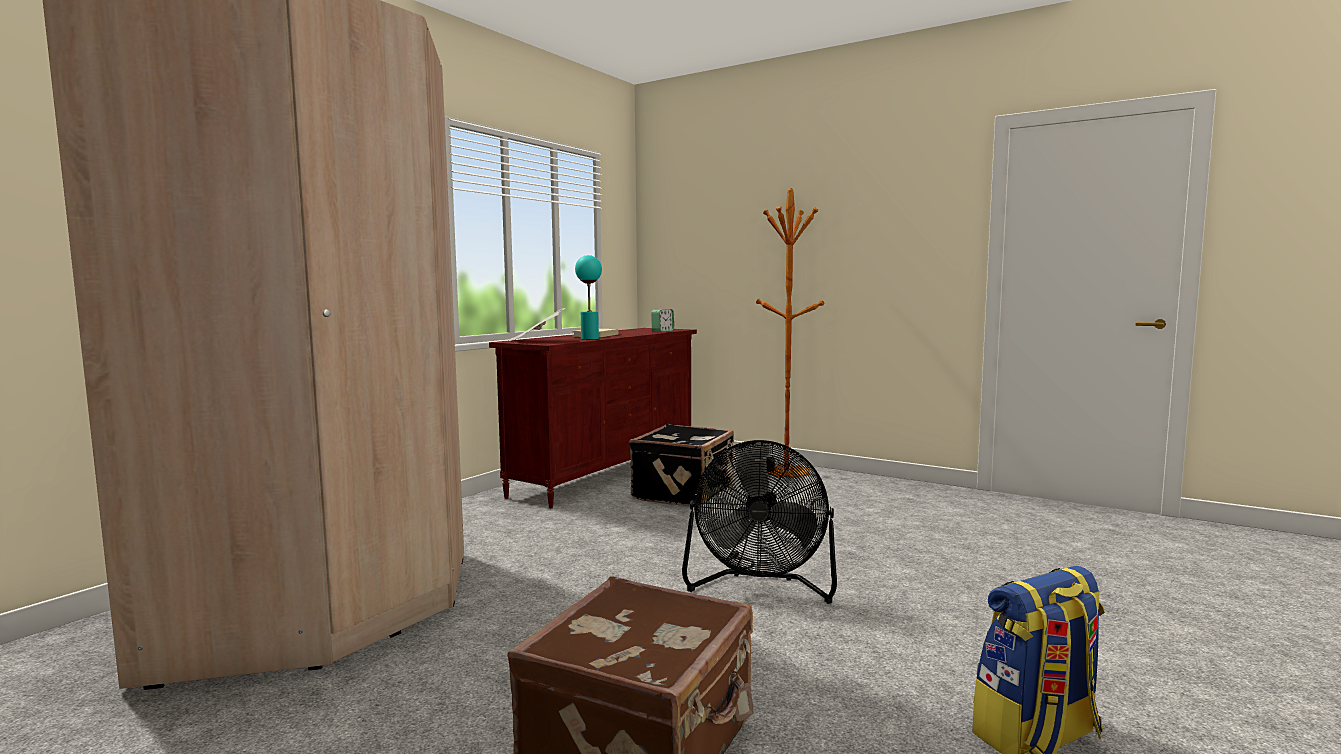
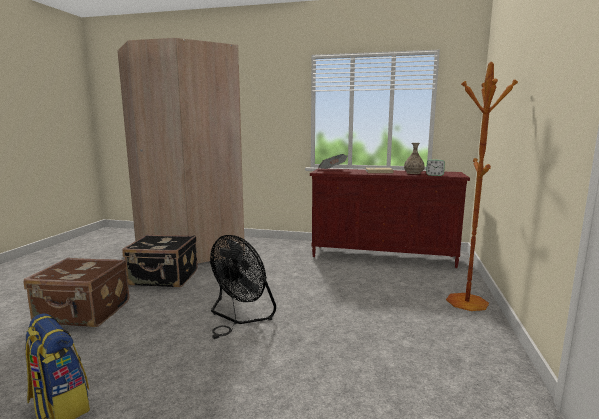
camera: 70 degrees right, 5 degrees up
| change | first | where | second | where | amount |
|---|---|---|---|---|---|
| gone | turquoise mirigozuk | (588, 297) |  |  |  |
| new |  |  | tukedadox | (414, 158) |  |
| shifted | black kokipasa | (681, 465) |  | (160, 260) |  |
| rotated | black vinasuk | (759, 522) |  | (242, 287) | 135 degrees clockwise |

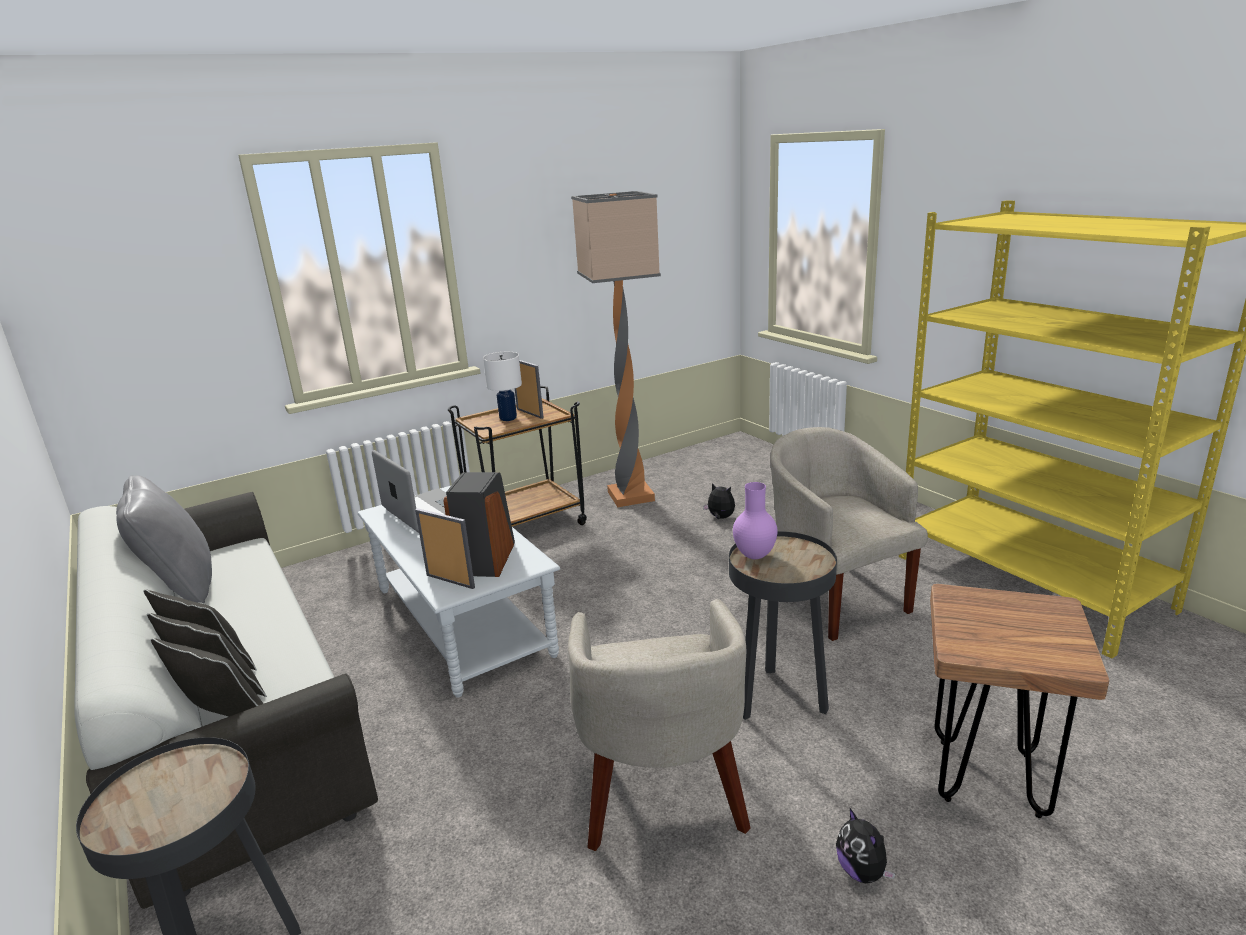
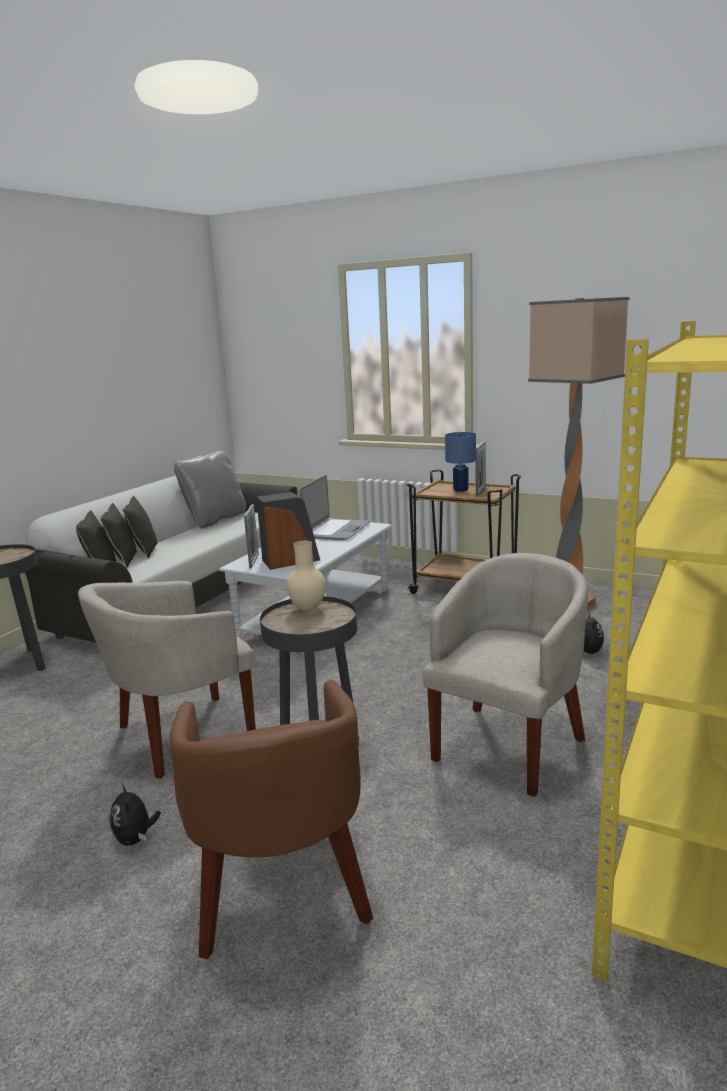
camera: 60 degrees right, 5 degrees down
| change | first | where | second | where | amount |
|---|---|---|---|---|---|
| swapped | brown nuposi | (1020, 701) | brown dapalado | (271, 819) |  |
| repainted | white mirigozuk | (502, 386) | blue mirigozuk | (460, 462) |  |
| repainted | purple tukedadox | (755, 520) | beige tukedadox | (306, 576) |  |
| rotated | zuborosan | (865, 845) |  | (135, 815) | 60 degrees counterclockwise |

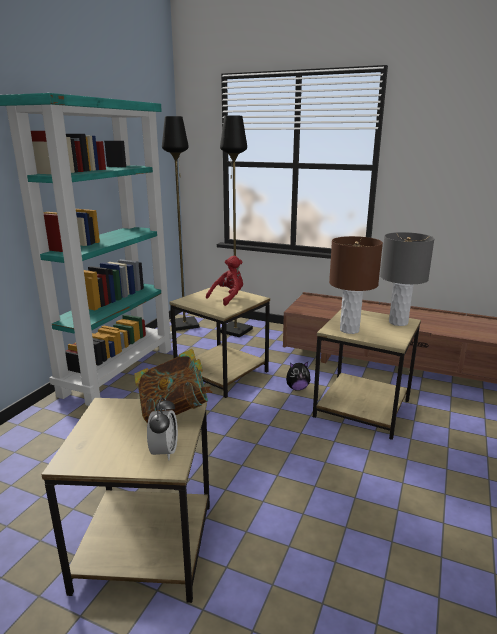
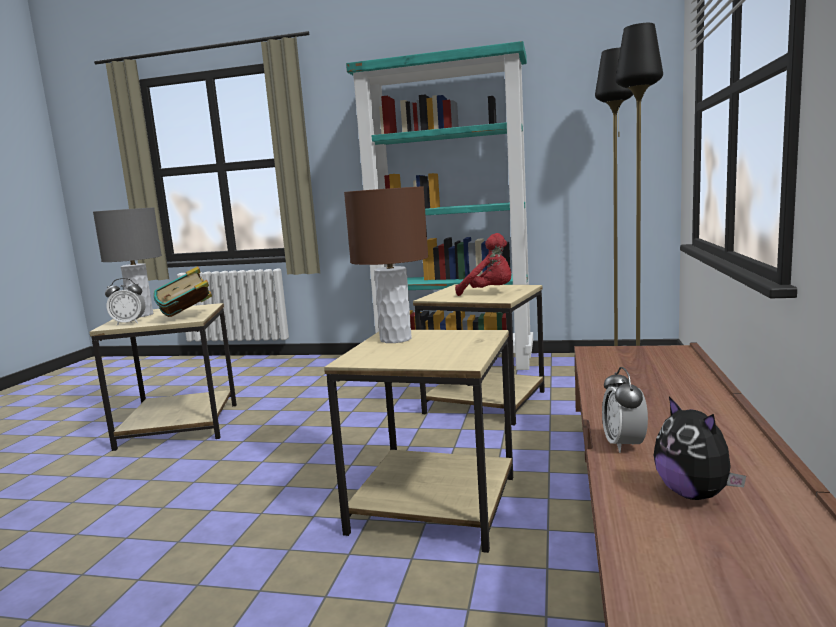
camera: 80 degrees right, 10 degrees down
| change | first | where | second | where | amount |
|---|---|---|---|---|---|
| new |  |  | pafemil | (625, 410) |  |
| shifted | zuborosan | (298, 376) |  | (700, 448) |  |
| shifted | grey mirigozuk | (407, 279) |  | (127, 262) |  |

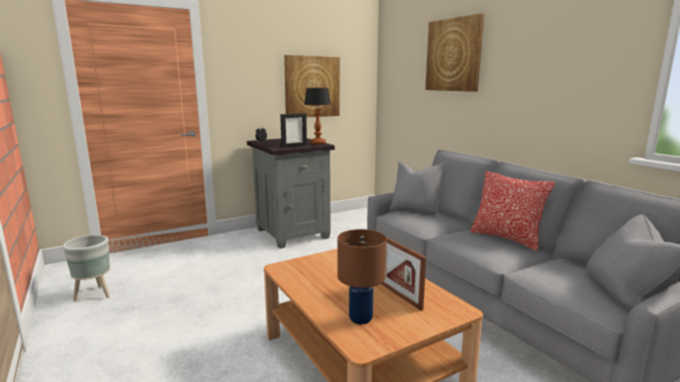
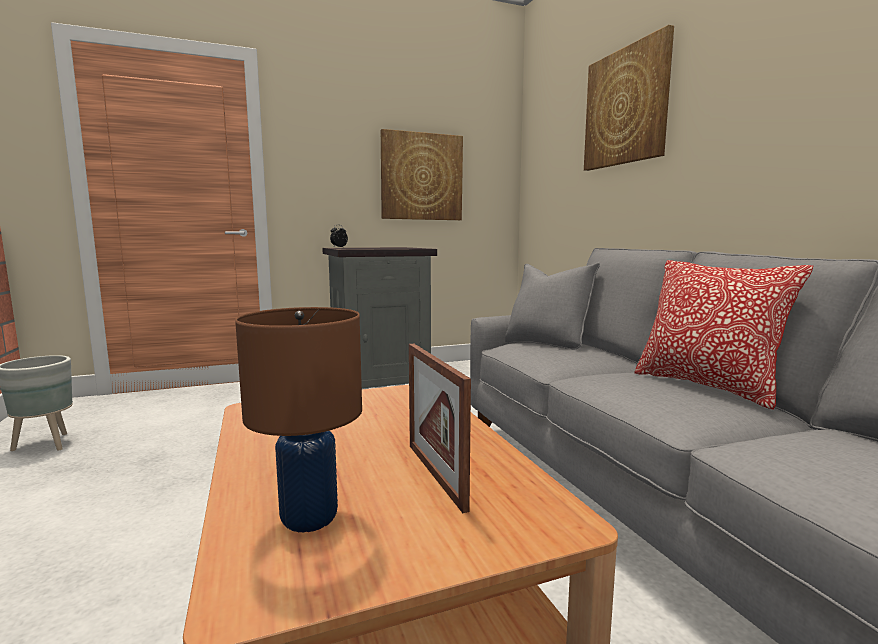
camera: 10 degrees right, 5 degrees down
| change | first | where | second | where | amount |
|---|---|---|---|---|---|
| gone | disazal | (293, 130) |  |  |  |
| gone | mirigozuk | (317, 116) |  |  |  |

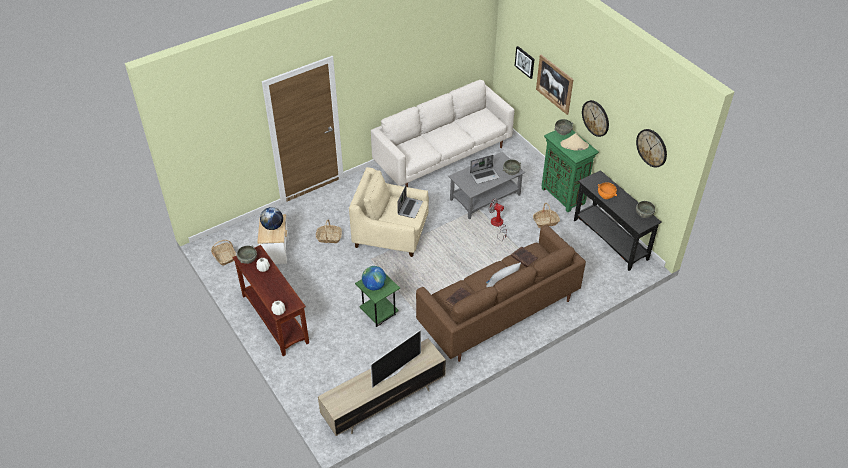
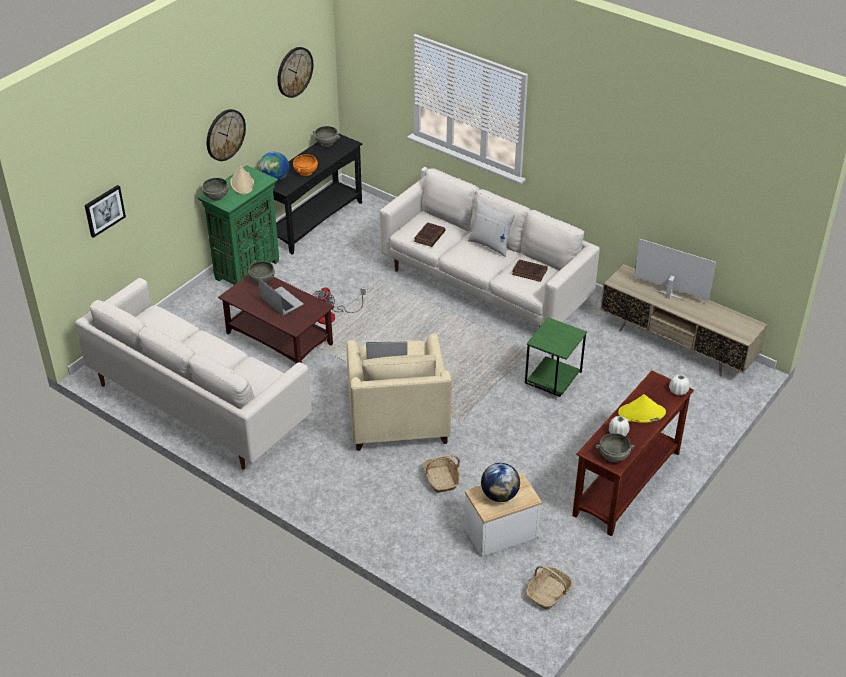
camera: 110 degrees left, 5 degrees down
| change | first | where | second | where | amount |
|---|---|---|---|---|---|
| gone | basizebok | (546, 215) |  |  |  |
| gone | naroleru | (555, 85) |  |  |  |
| new |  |  | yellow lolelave | (642, 408) |  |
| shifted | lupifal | (374, 278) |  | (274, 167) |  |
| repainted | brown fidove | (501, 293) | white fidove | (490, 248) |  |
| repainted | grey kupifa | (486, 186) | brown kupifa | (276, 319) |  |

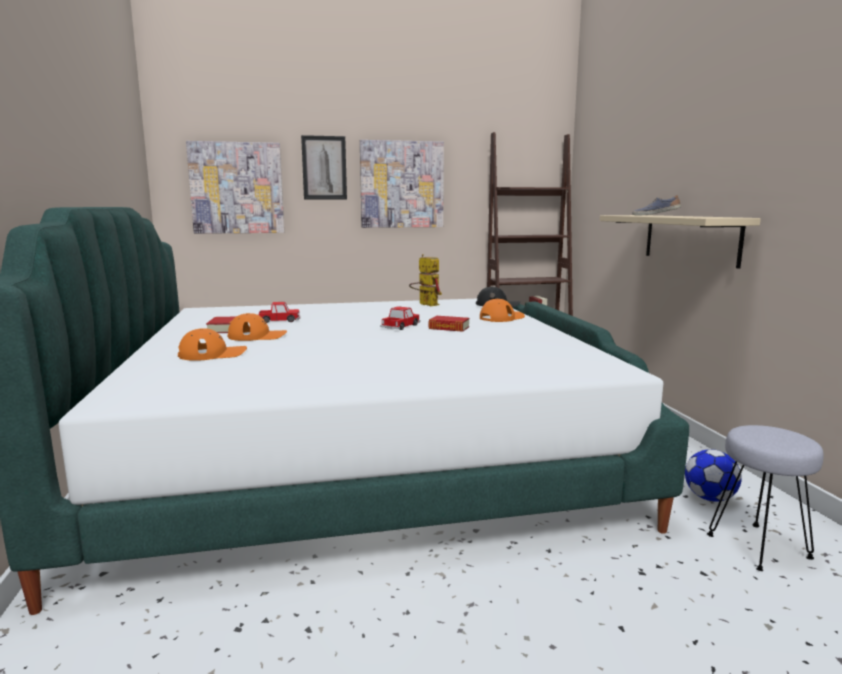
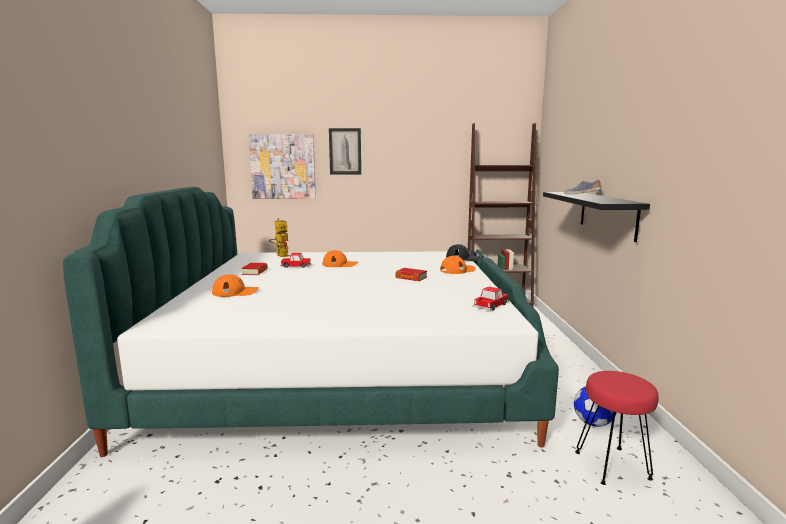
camera: 10 degrees right, 0 degrees up
| change | first | where | second | where | amount |
|---|---|---|---|---|---|
| gone | naroleru | (402, 184) |  |  |  |
| shifted | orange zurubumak | (257, 327) |  | (340, 258) |  |
| shifted | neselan | (400, 318) |  | (491, 299) |  |
| shifted | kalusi | (425, 280) |  | (279, 237) |  |
| repainted | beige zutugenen | (680, 242) | black zutugenen | (596, 217) |  |
| repainted | grey nuposi | (765, 498) | red nuposi | (617, 428) |  |

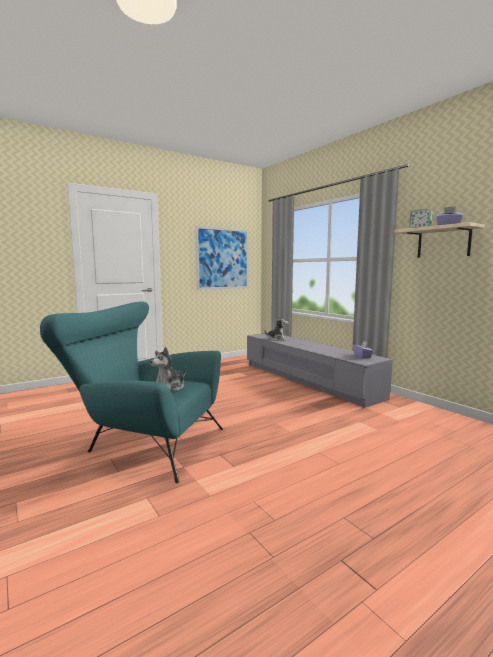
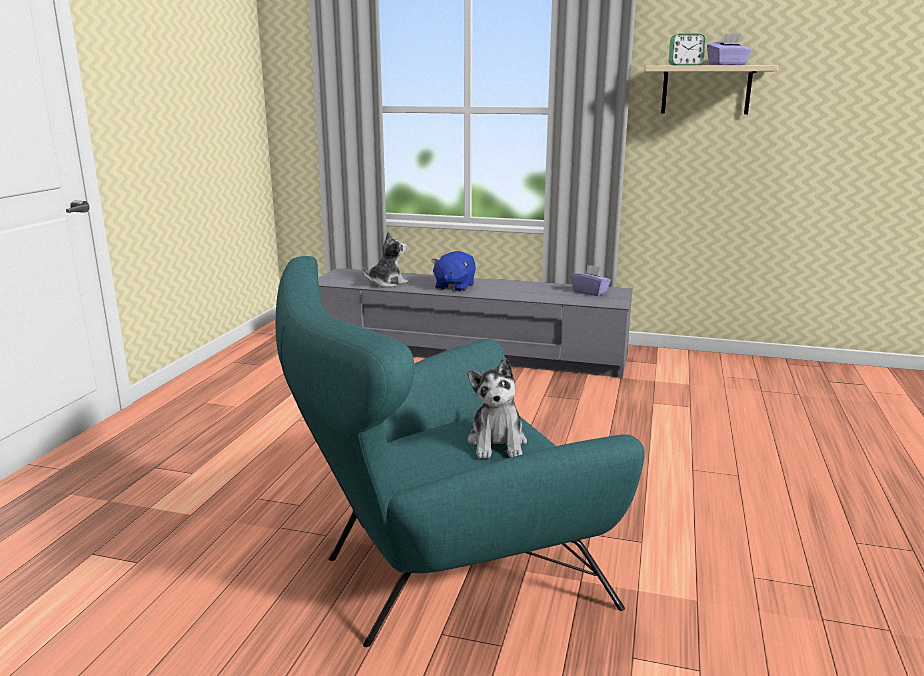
camera: 40 degrees left, 10 degrees up
| change | first | where | second | where | amount |
|---|---|---|---|---|---|
| gone | naroleru | (222, 258) |  |  |  |
| new |  |  | blue zuborosan | (453, 271) |  |

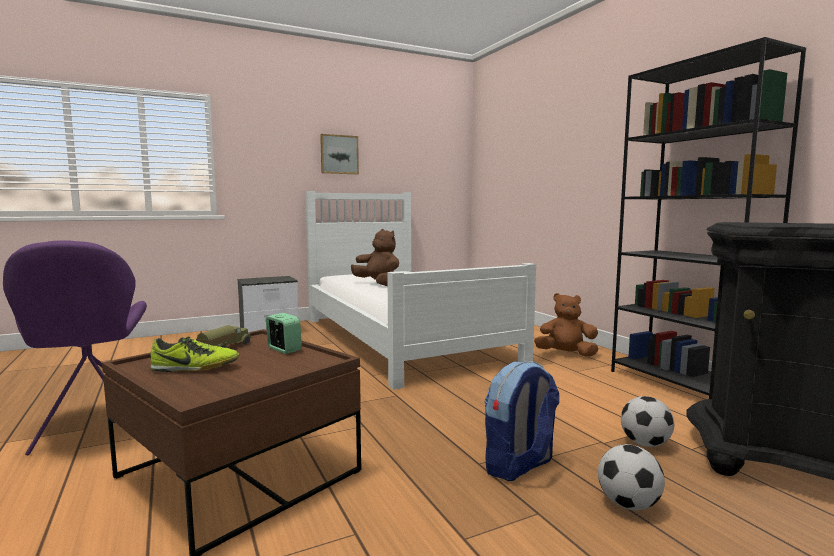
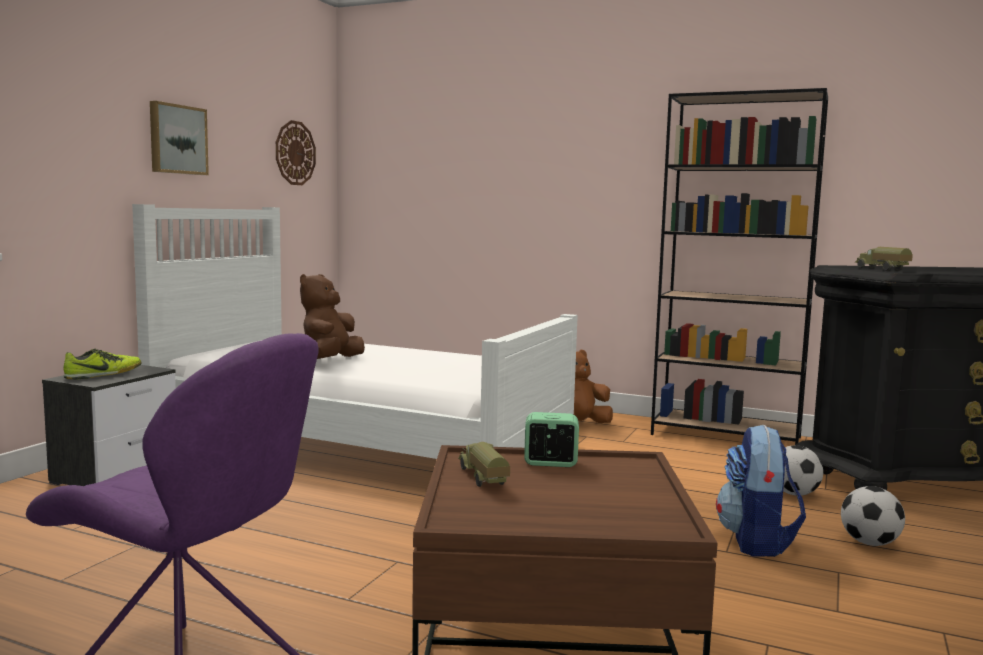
camera: 40 degrees left, 0 degrees up
| change | first | where | second | where | amount |
|---|---|---|---|---|---|
| new |  |  | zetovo | (296, 152) |  |
| new |  |  | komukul | (884, 259) |  |
| shifted | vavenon | (194, 354) |  | (103, 364) |  |
| repainted | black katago | (708, 216) | beige katago | (739, 266) |  |
| rotated | brown zuborosan | (375, 257) |  | (332, 316) | 75 degrees counterclockwise |

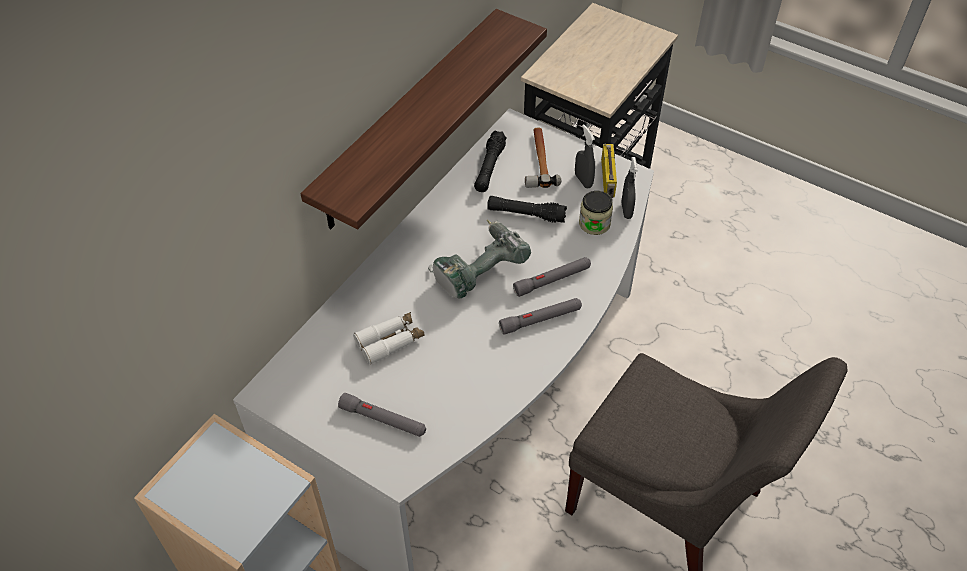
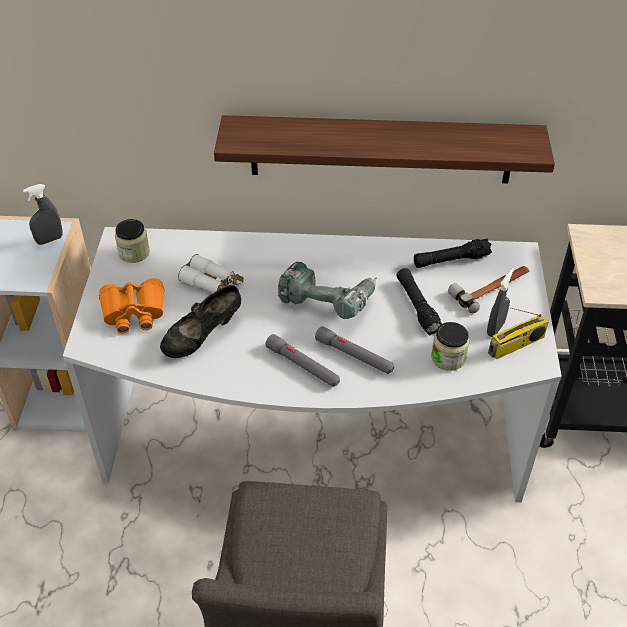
camera: 60 degrees right, 5 degrees down
| change | first | where | second | where | amount |
|---|---|---|---|---|---|
| new |  |  | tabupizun | (132, 241) |  |
| new |  |  | black vavenon | (200, 321) |  |
| shifted | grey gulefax | (629, 188) |  | (43, 214) |  |
| swapped | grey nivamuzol | (382, 415) | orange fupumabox | (131, 306) |  |

